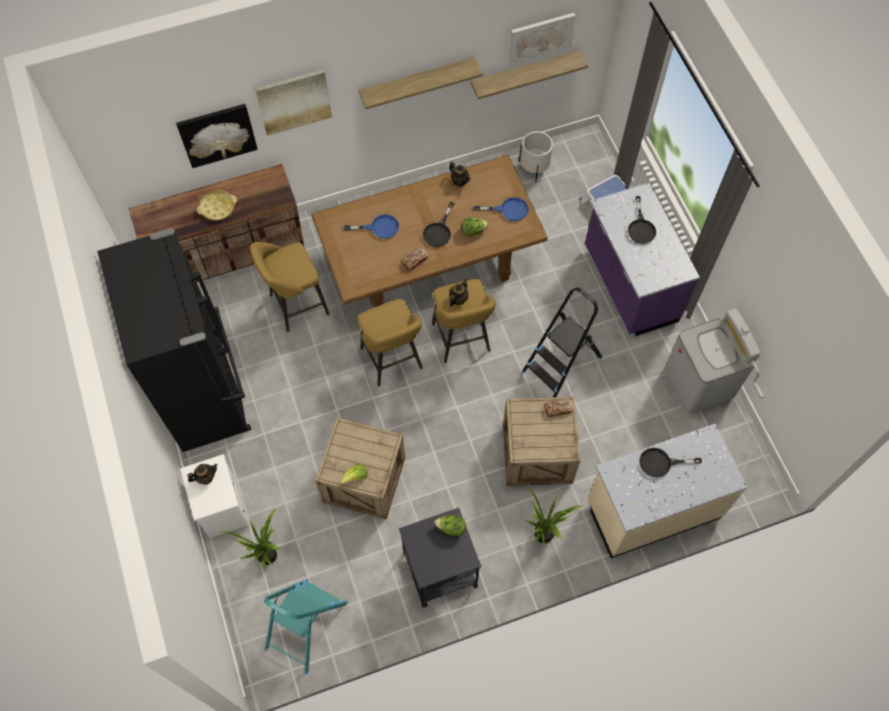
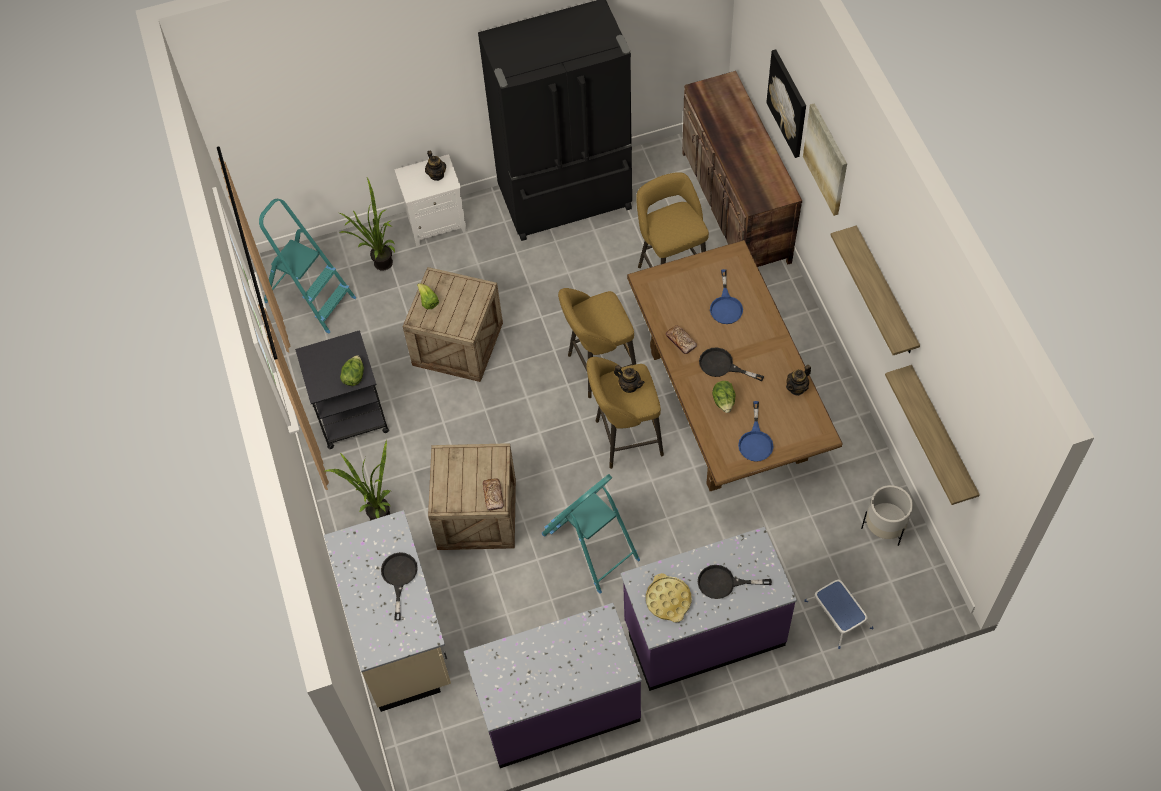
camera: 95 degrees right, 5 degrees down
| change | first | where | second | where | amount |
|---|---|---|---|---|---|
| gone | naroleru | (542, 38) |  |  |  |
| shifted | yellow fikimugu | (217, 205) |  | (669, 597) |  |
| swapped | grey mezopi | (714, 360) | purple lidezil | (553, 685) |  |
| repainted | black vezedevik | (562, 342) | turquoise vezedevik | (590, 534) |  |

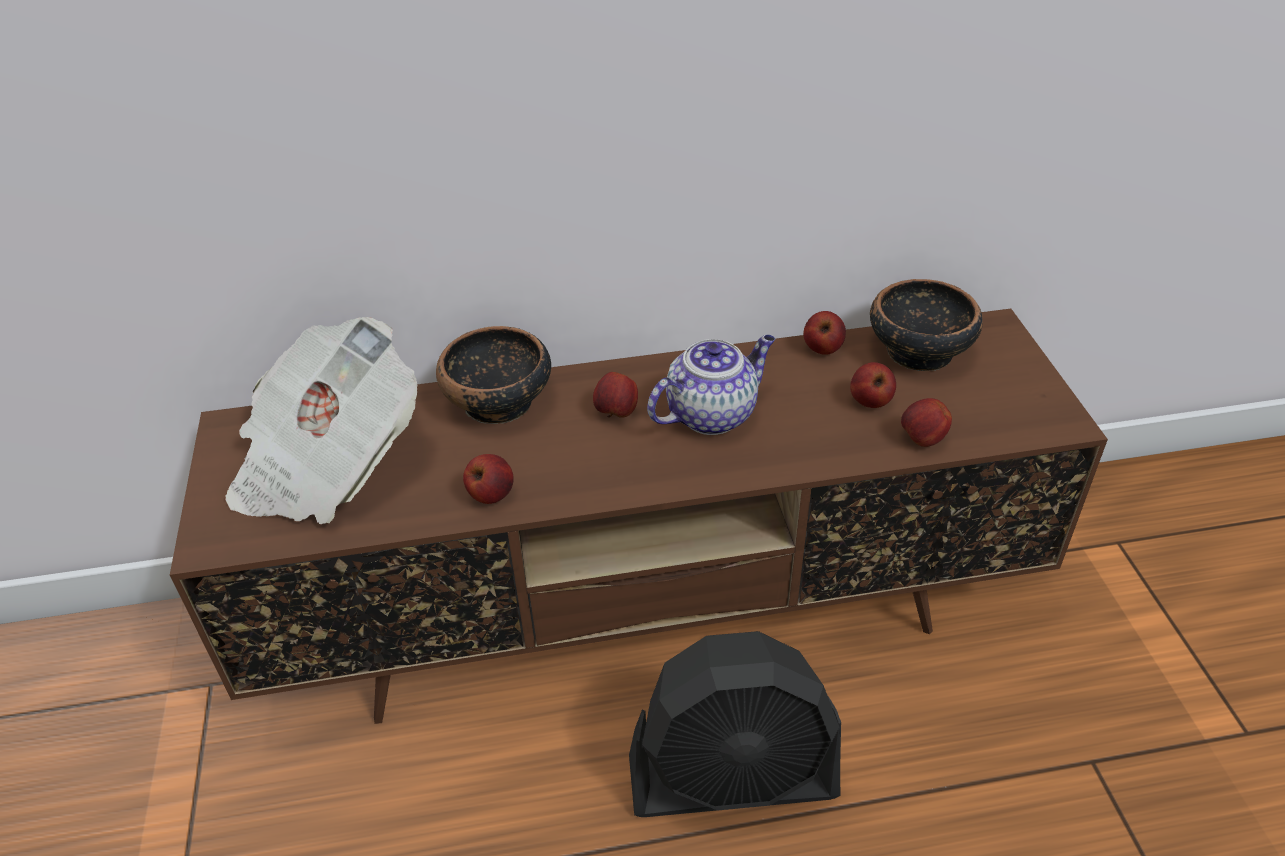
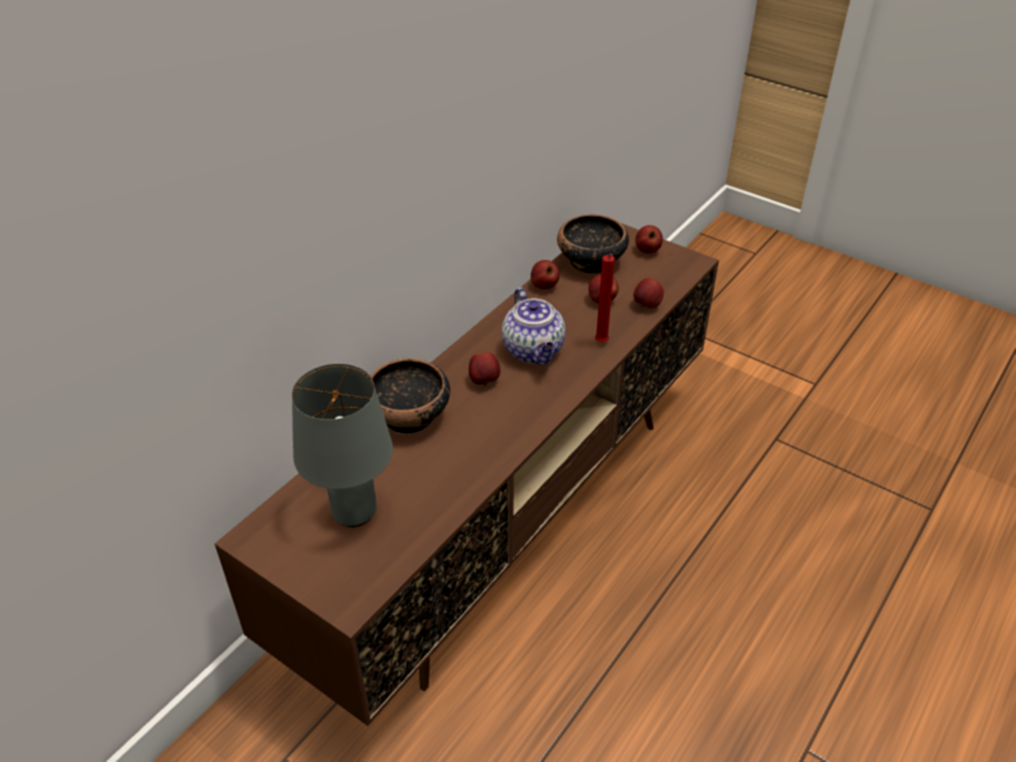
camera: 45 degrees left, 0 degrees up
| change | first | where | second | where | amount |
|---|---|---|---|---|---|
| gone | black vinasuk | (735, 724) |  |  |  |
| new |  |  | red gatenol | (605, 298) |  |
| shifted | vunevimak | (488, 479) |  | (649, 239) |  |
| swapped | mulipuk | (321, 420) | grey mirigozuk | (342, 445) |  |
| rotated | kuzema | (711, 385) |  | (534, 326) | 150 degrees clockwise |

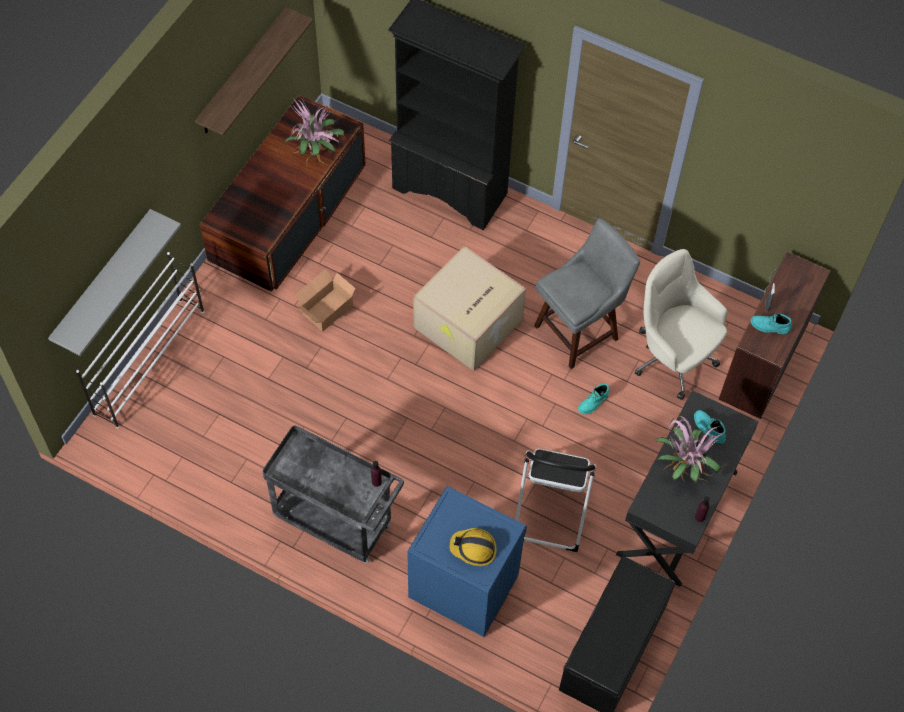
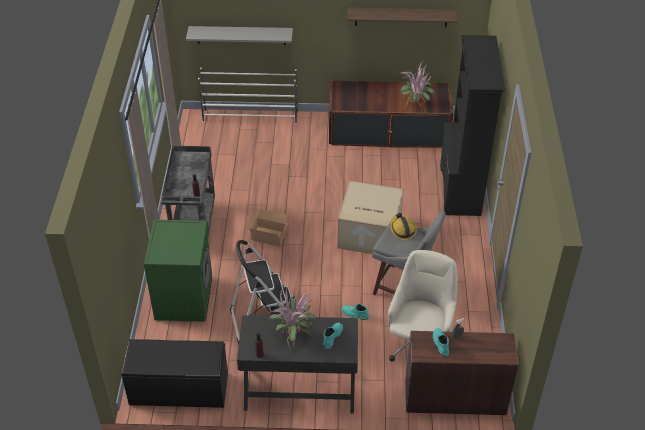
camera: 65 degrees right, 15 degrees down
| change | first | where | second | where | amount |
|---|---|---|---|---|---|
| shifted | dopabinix | (325, 300) |  | (267, 228) |  |
| shifted | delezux | (473, 547) |  | (403, 226) |  |
| repainted | blue mezopi | (467, 561) | green mezopi | (178, 271) |  |

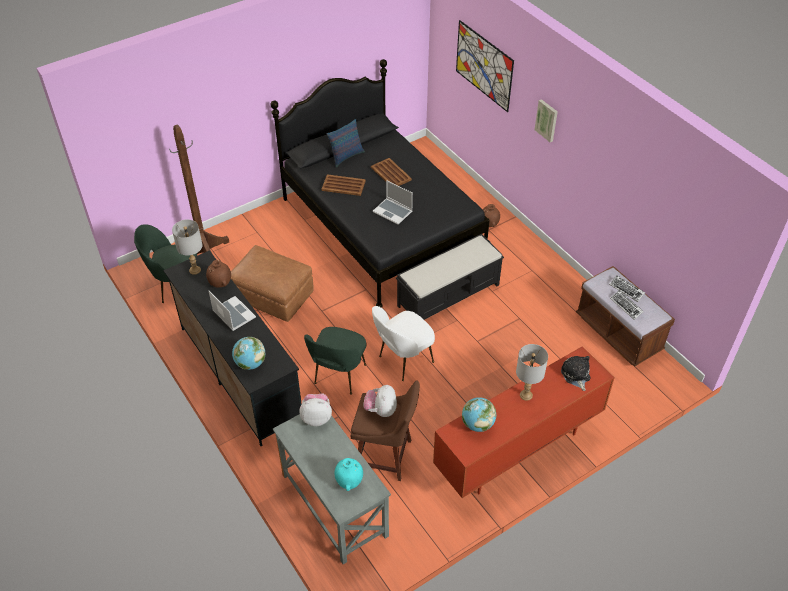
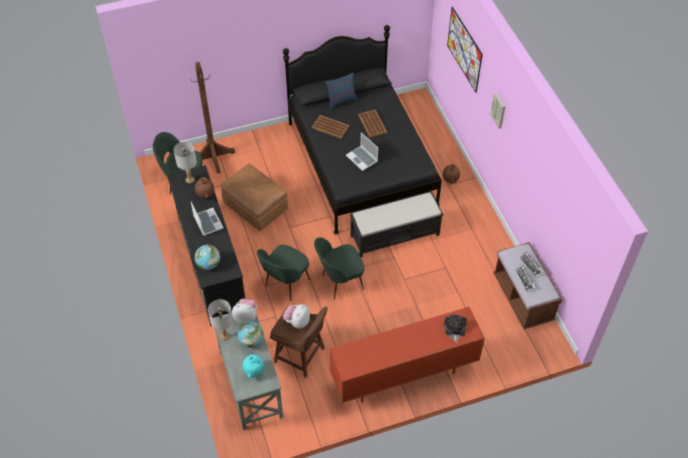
camera: 15 degrees right, 5 degrees up
| change | first | where | second | where | amount |
|---|---|---|---|---|---|
| shifted | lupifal | (479, 414) |  | (250, 334) |  |
| shifted | grey mirigozuk | (532, 372) |  | (220, 320) |  |
| repainted | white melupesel | (403, 343) | green melupesel | (339, 268) |  |

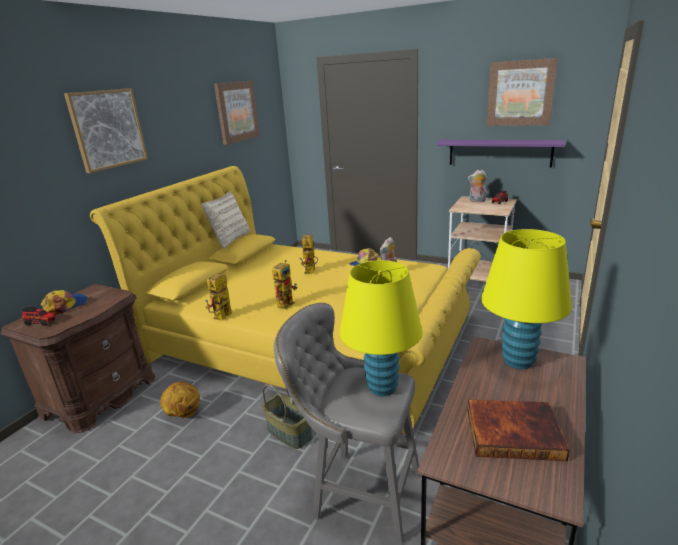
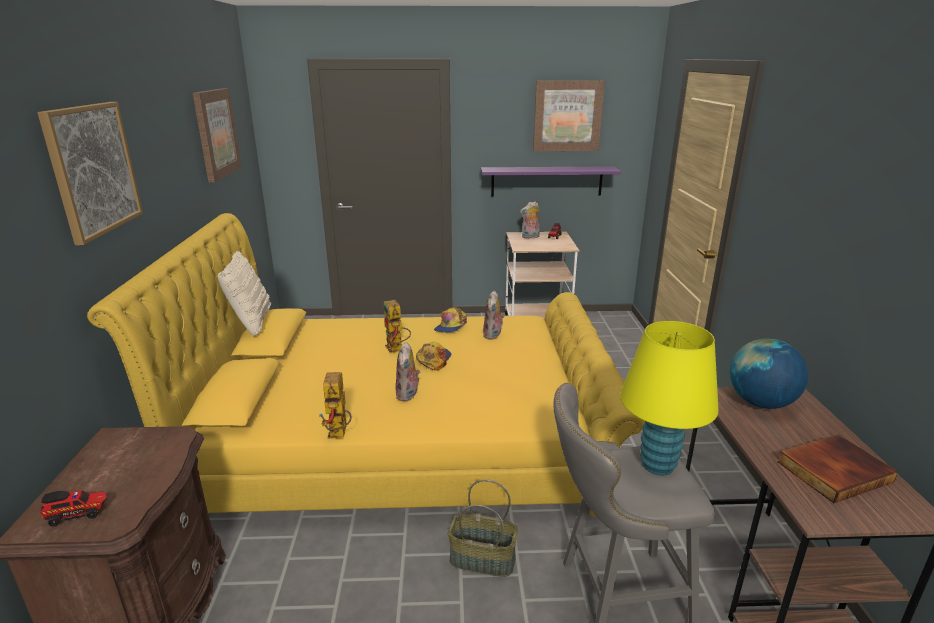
camera: 30 degrees left, 0 degrees up
| change | first | where | second | where | amount |
|---|---|---|---|---|---|
| gone | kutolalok | (180, 400) |  |  |  |
| shifted | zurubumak | (64, 302) |  | (433, 356) |  |
| swapped | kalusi | (284, 284) | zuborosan | (407, 372) |  |
| swapped | yellow mirigozuk | (526, 299) | lupifal | (769, 374) |  |

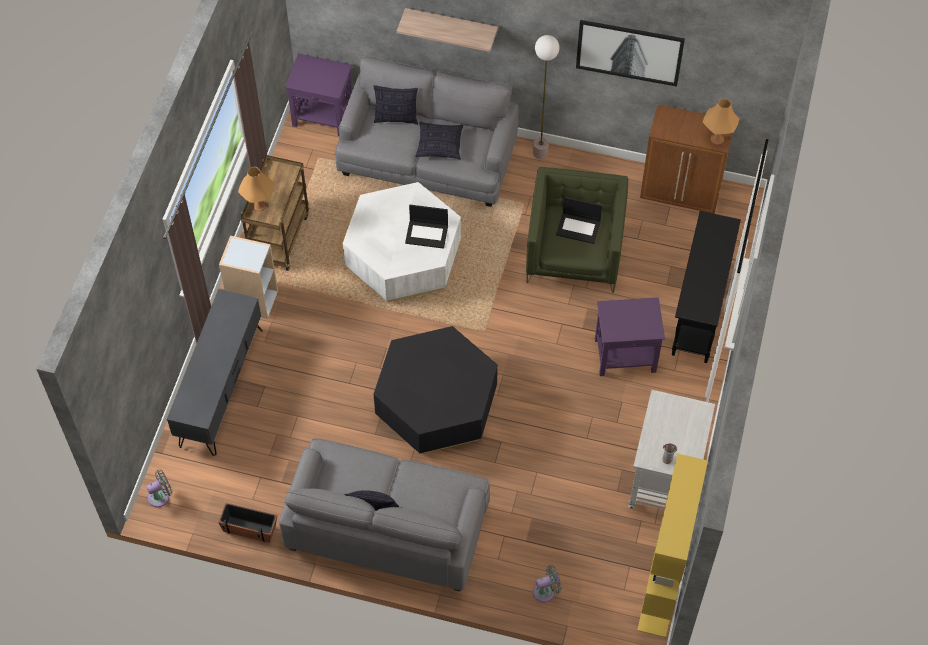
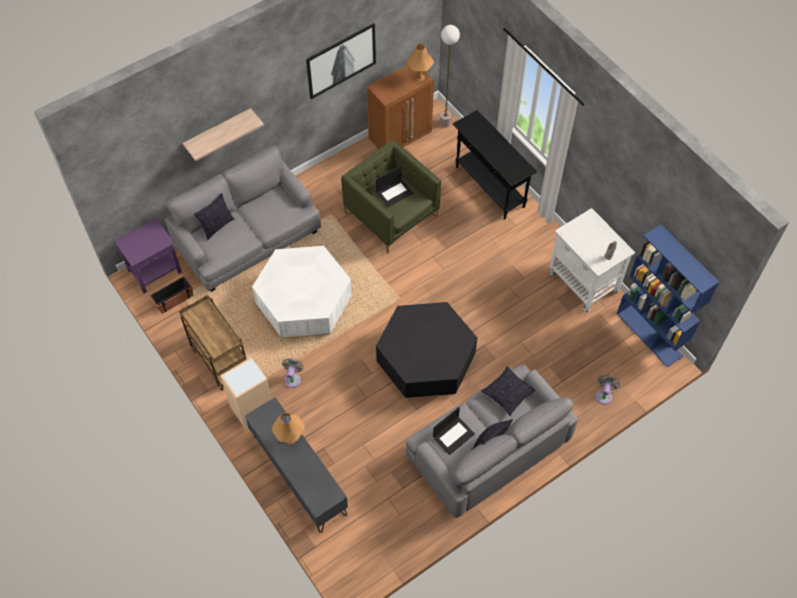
camera: 50 degrees left, 0 degrees up
| change | first | where | second | where | amount |
|---|---|---|---|---|---|
| gone | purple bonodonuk | (630, 336) |  |  |  |
| shifted | grey vinasuk | (159, 488) |  | (293, 373) |  |
| shifted | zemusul | (247, 523) |  | (171, 295) |  |
| shifted | orange mirigozuk | (256, 189) |  | (288, 429) |  |
| shifted | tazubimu | (426, 227) |  | (454, 431) |  |
| shifted | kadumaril | (439, 140) |  | (508, 391) |  |
| shifted | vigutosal | (546, 97) |  | (450, 76) |  |
| repainted | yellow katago | (672, 545) | blue katago | (668, 296) |  |

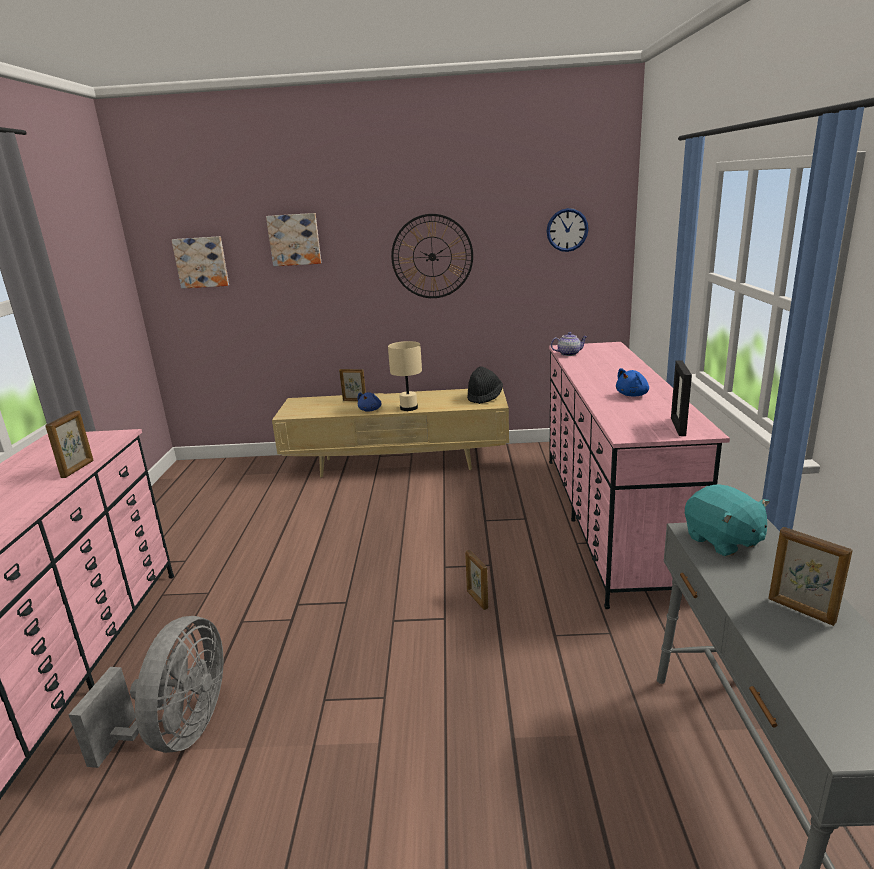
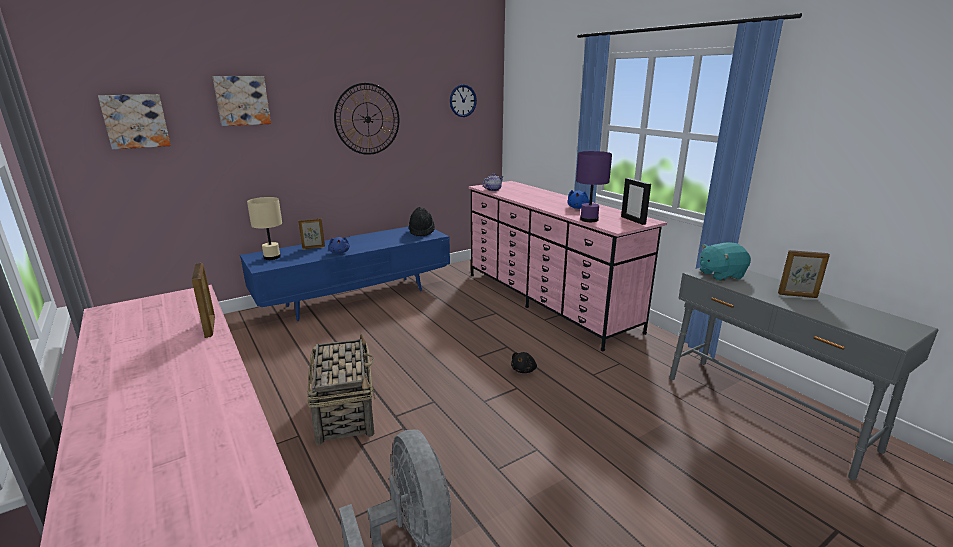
camera: 35 degrees left, 0 degrees up
| change | first | where | second | where | amount |
|---|---|---|---|---|---|
| new |  |  | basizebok | (341, 389) |  |
| new |  |  | purple mirigozuk | (594, 186) |  |
| shifted | beige mirigozuk | (405, 376) |  | (264, 228) |  |
| swapped | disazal | (476, 580) | black zuborosan | (524, 362) |  |
| repainted | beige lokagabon | (390, 433) | blue lokagabon | (345, 273) |  |
| rotated | turquoise zuborosan | (727, 520) |  | (725, 261) | 135 degrees clockwise |

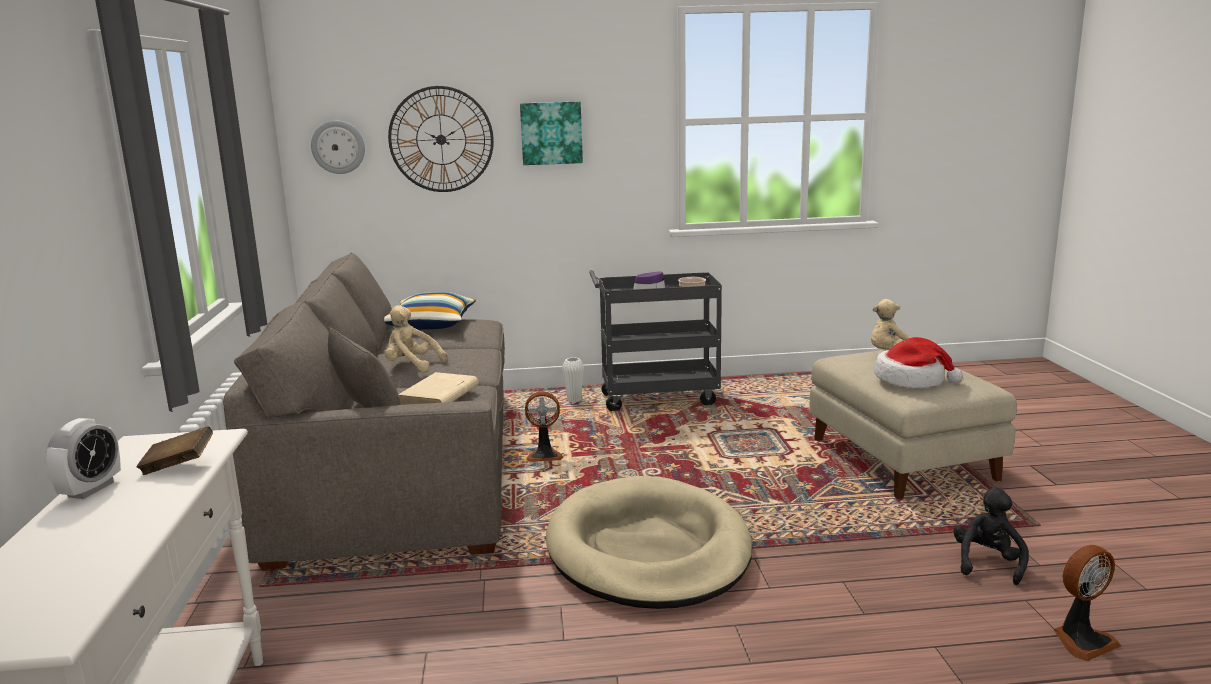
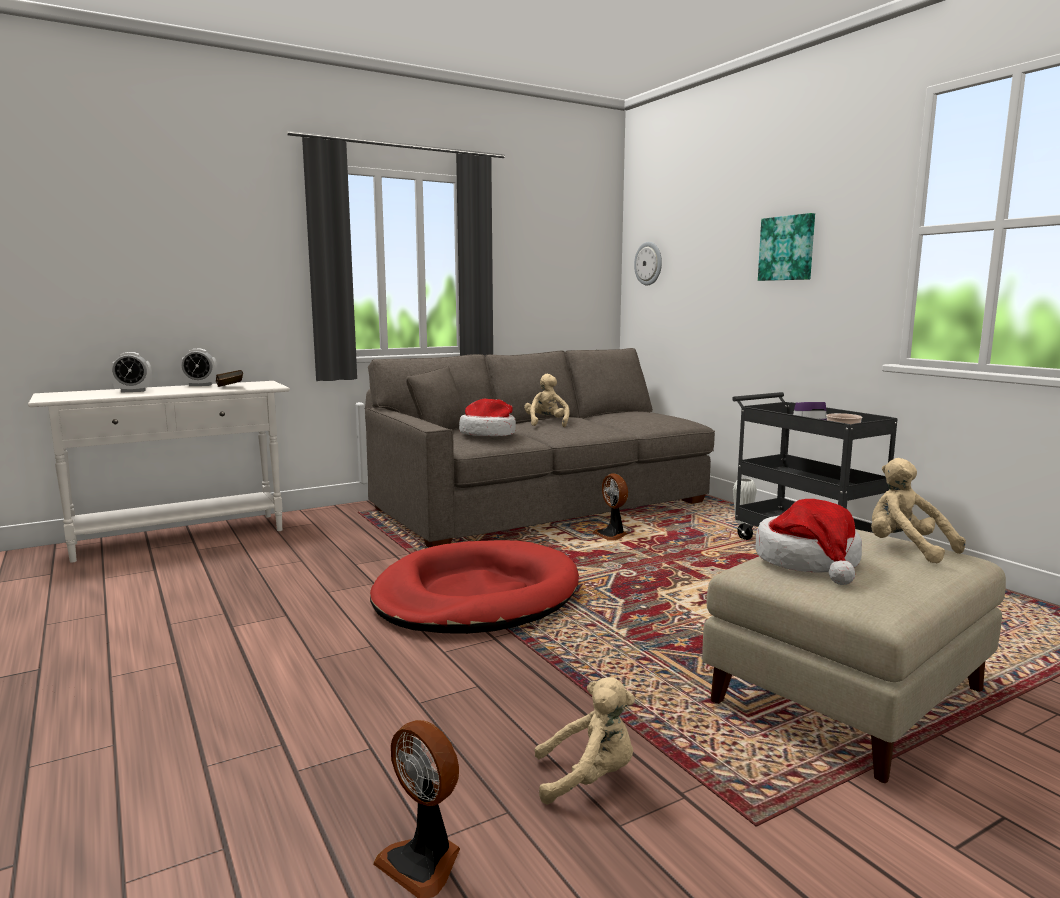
camera: 65 degrees right, 5 degrees down
| change | first | where | second | where | amount |
|---|---|---|---|---|---|
| gone | kadumaril | (430, 311) |  |  |  |
| gone | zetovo | (441, 139) |  |  |  |
| new |  |  | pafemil | (131, 372) |  |
| swapped | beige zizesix | (438, 388) | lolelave | (487, 417) |  |
| repainted | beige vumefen | (649, 542) | red vumefen | (474, 587) |  |
| repainted | black zuborosan | (991, 536) | beige zuborosan | (584, 741) |  |

